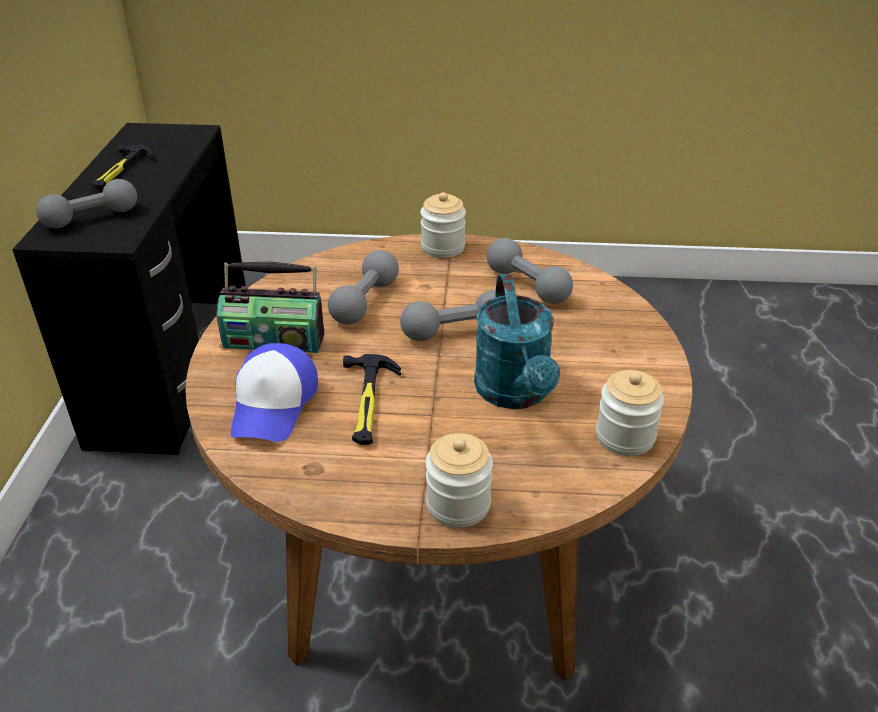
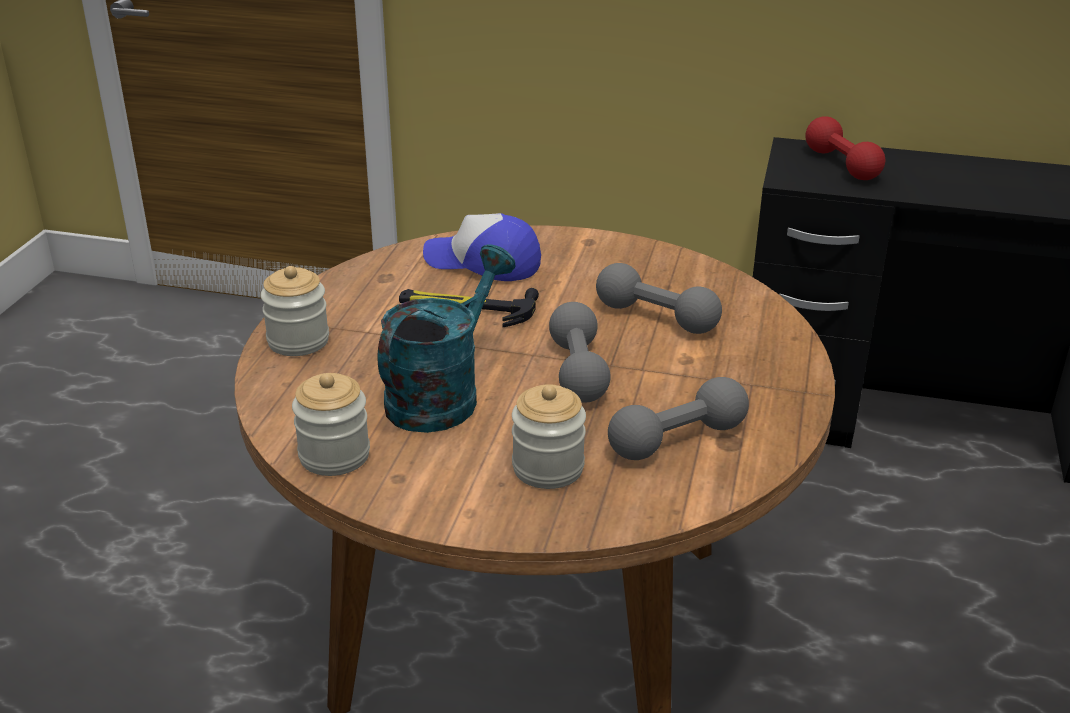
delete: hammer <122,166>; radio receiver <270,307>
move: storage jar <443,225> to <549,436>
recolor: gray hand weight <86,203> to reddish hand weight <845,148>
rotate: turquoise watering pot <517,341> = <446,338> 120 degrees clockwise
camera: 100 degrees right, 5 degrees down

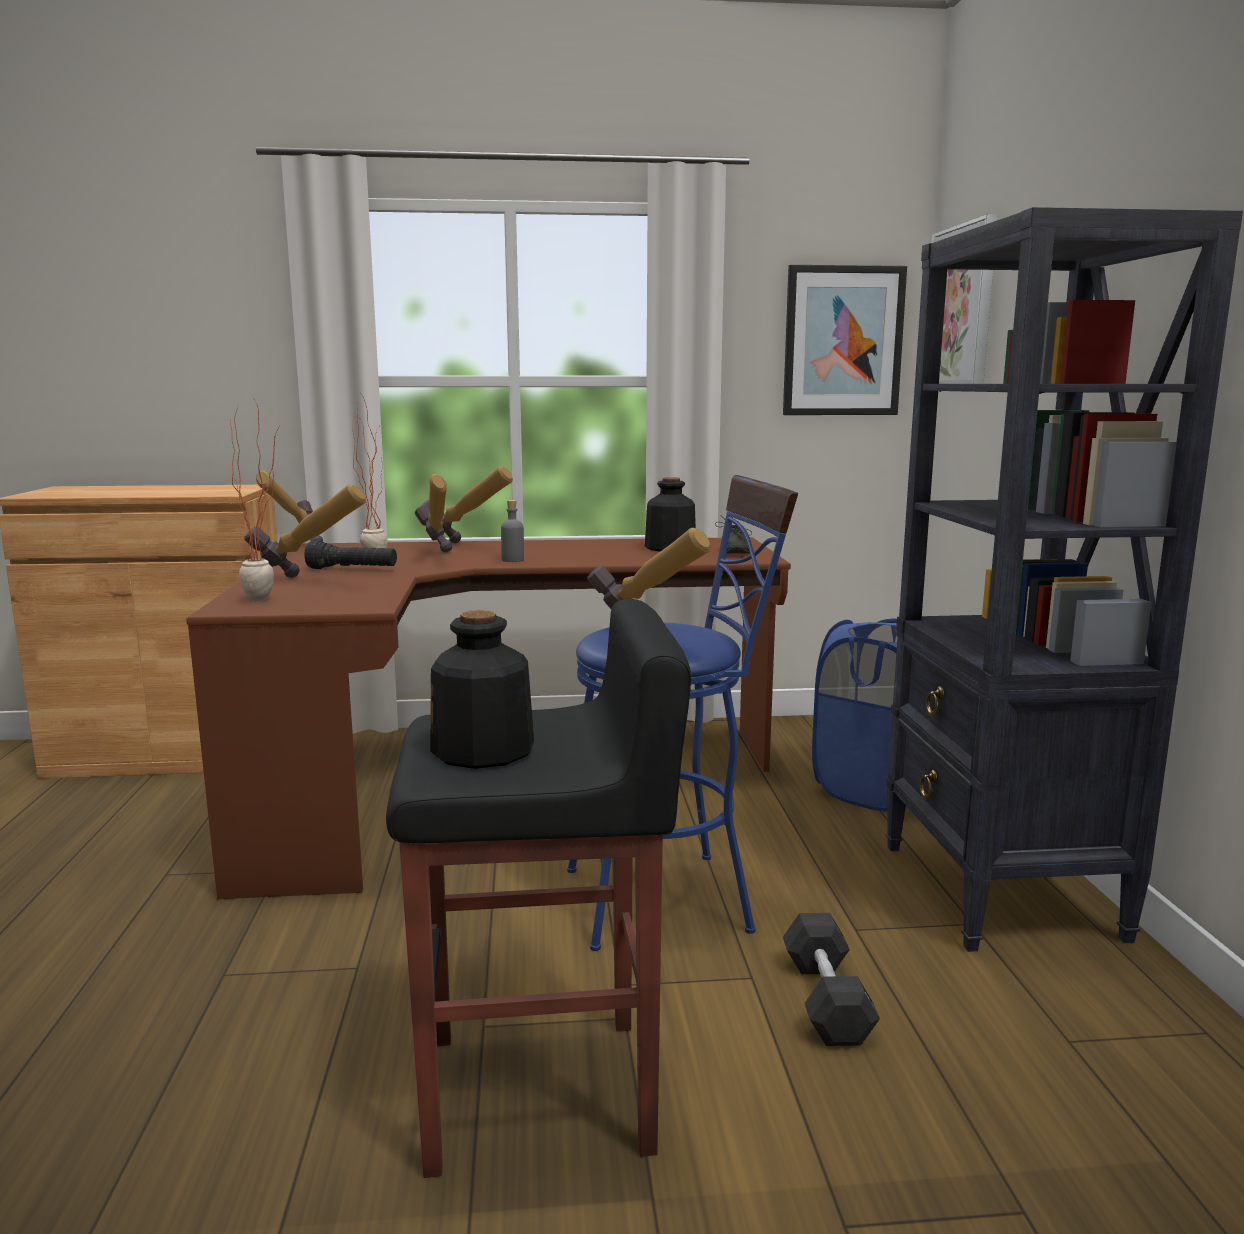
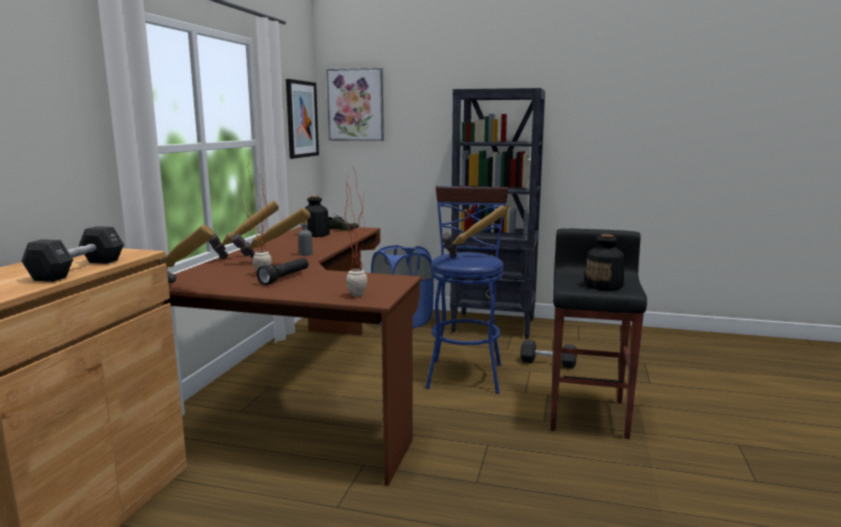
delete: hammer <305,531>
insert: blackish hand weight <72,254>
camera: 70 degrees left, 0 degrees up

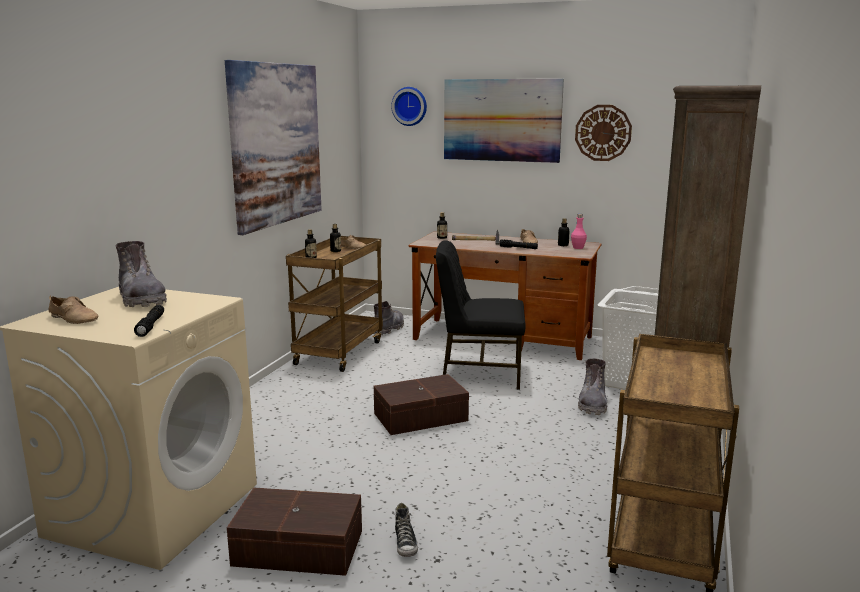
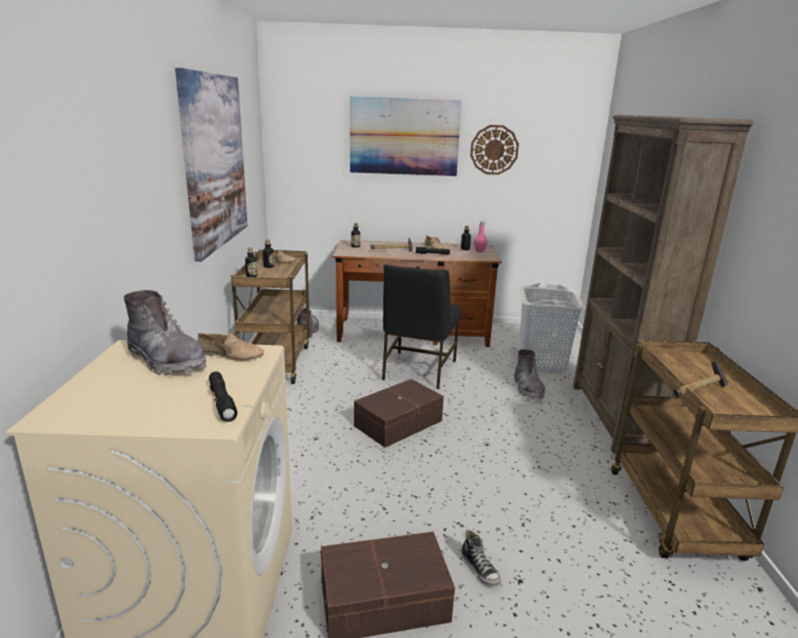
delete: wall clock <409,106>
insert: hammer <701,379>
move: sand-coloured item of footwear <73,309> to <231,346>
rotate: blackish chair <481,315> = <421,326> 60 degrees counterclockwise
camera: 20 degrees left, 5 degrees up

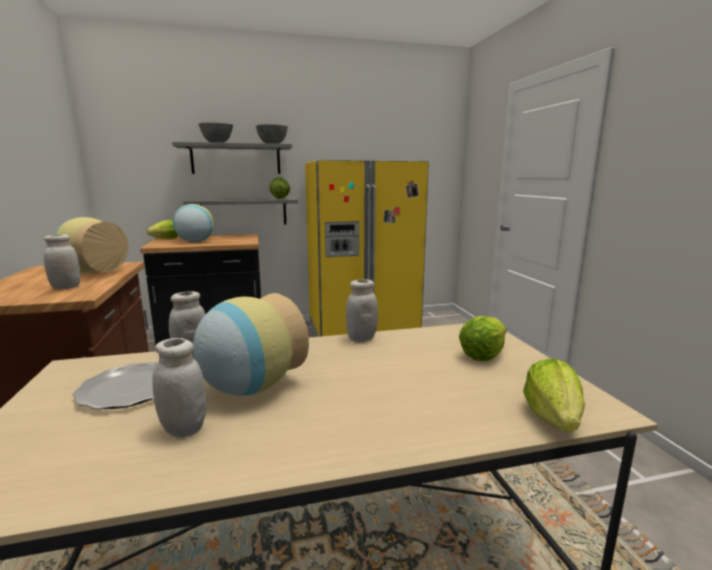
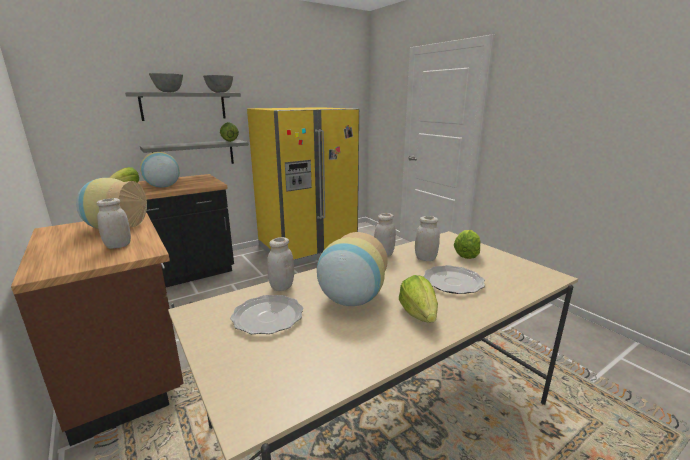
insert: plate <454,279>
move: white storage jar <179,387> to <427,238>; lettuce head <554,395> to <418,298>
camera: 20 degrees left, 5 degrees up

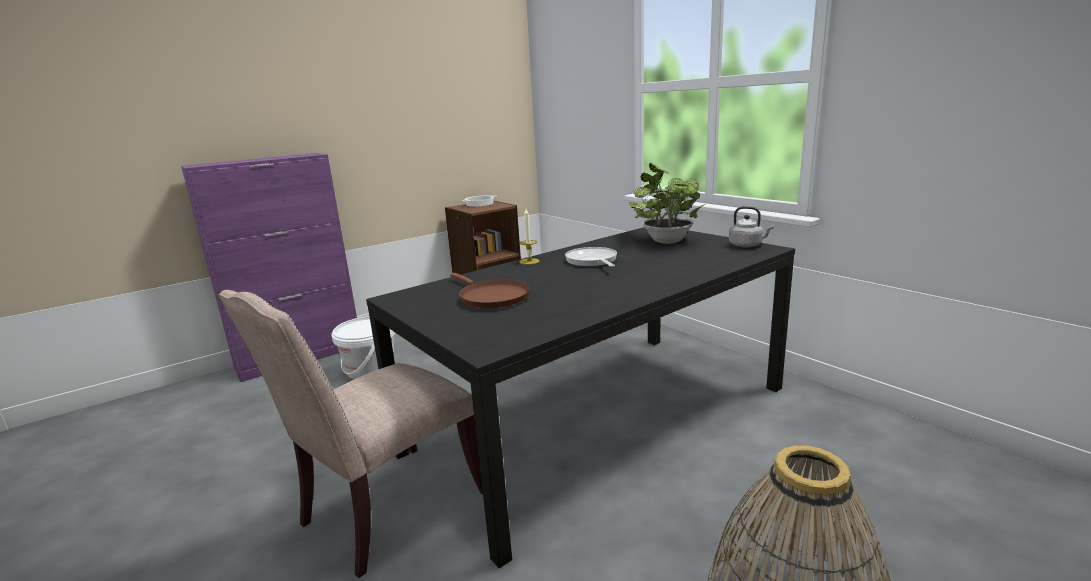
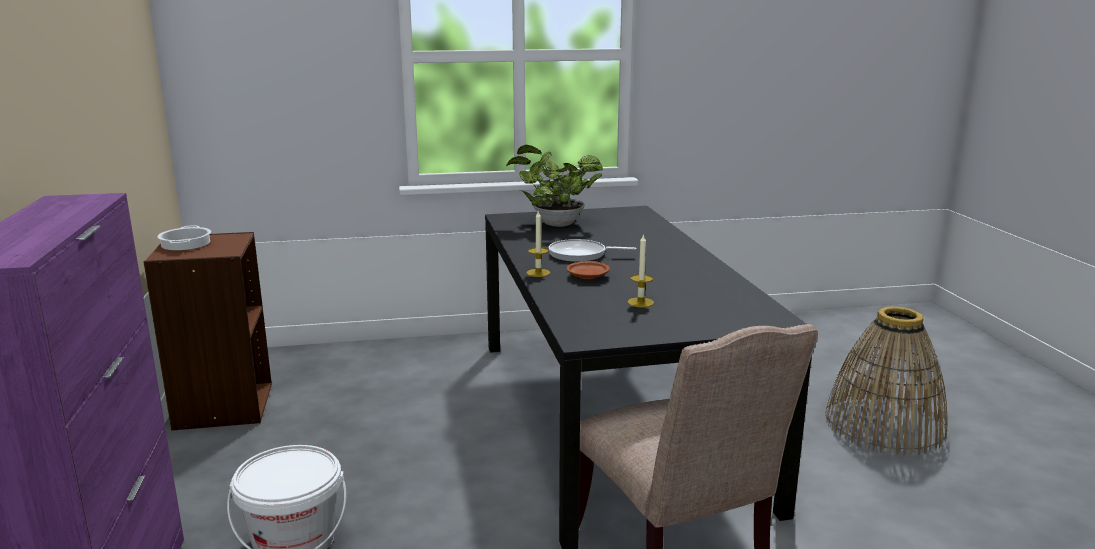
delete: gray tea kettle <751,226>
insert: brown plate <588,270>
replace: brown skillet <490,290> to wax light <641,270>
camera: 65 degrees left, 0 degrees up

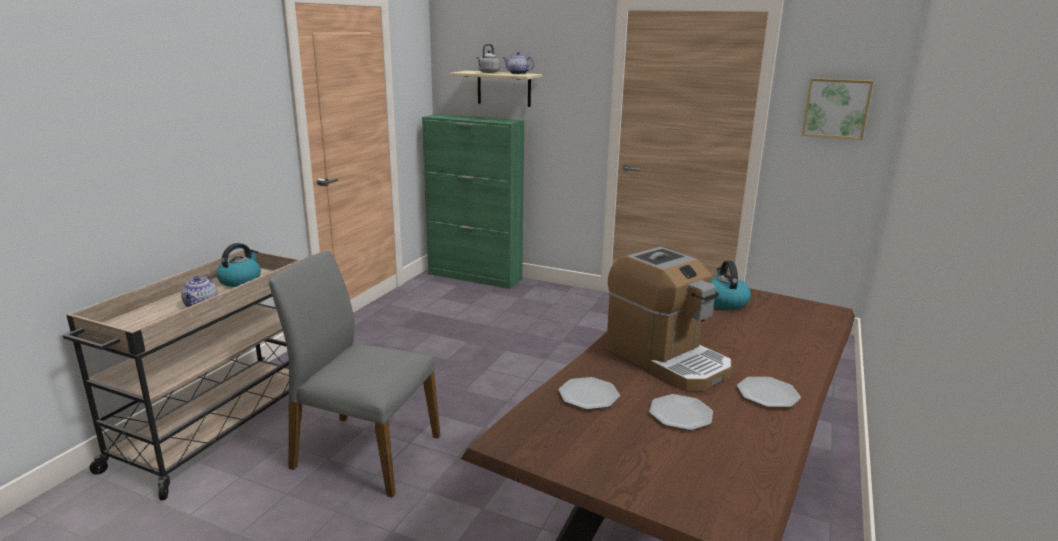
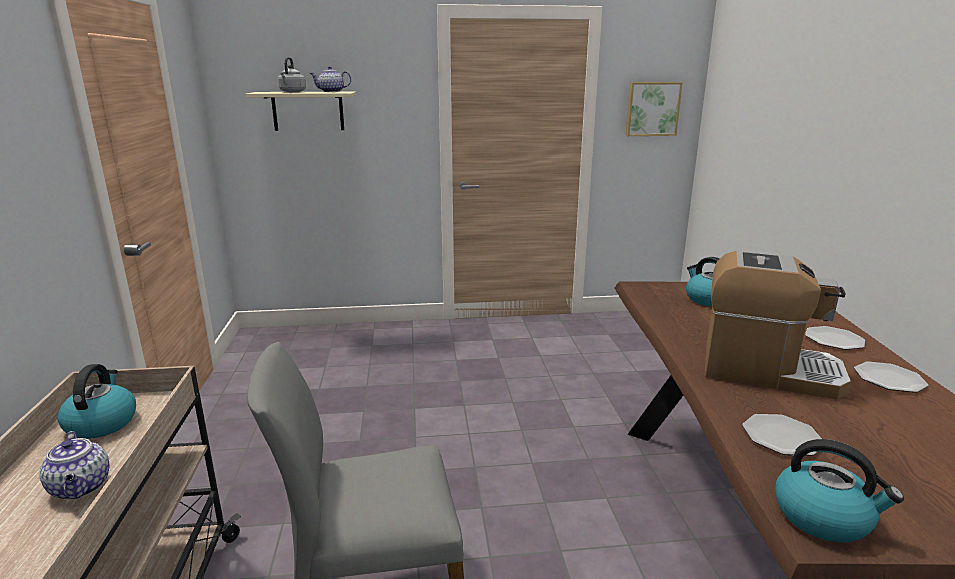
delete: green-coloured cupboard <473,201>
insert: tea kettle <839,491>
move: plate <681,412> to <835,338>
camera: 30 degrees left, 0 degrees up

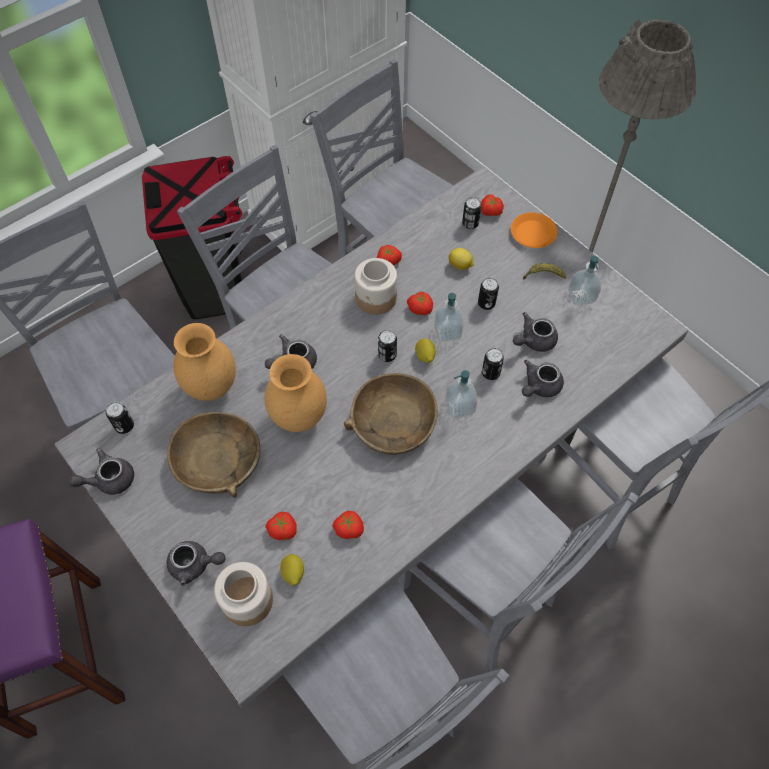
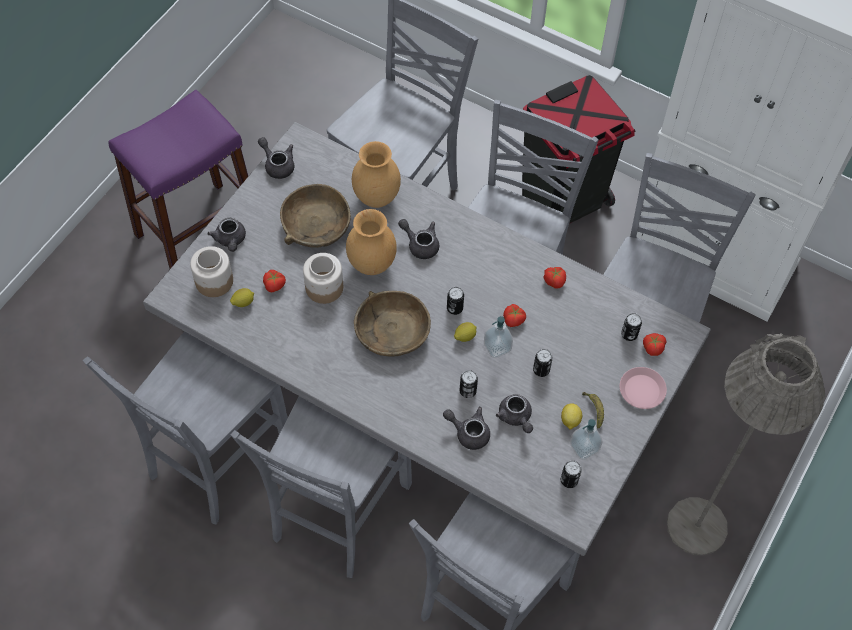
delete: tomato <348,525>; soap dispenser <461,394>
move: sealed can <120,418> to <571,474>; storage jar <375,286> to <323,278>; whole lemon <461,259> to <571,416>
recolor: orange plate <534,230> to pink-coloured plate <643,388>
rotate: gray pot for tea <535,332> = <514,413> 150 degrees counterclockwise
camera: 70 degrees right, 0 degrees up

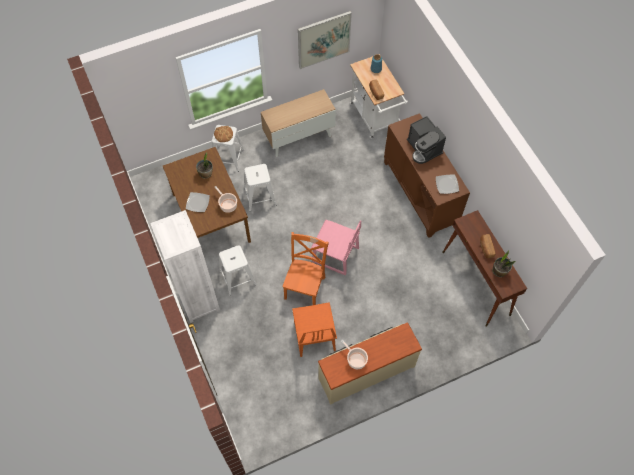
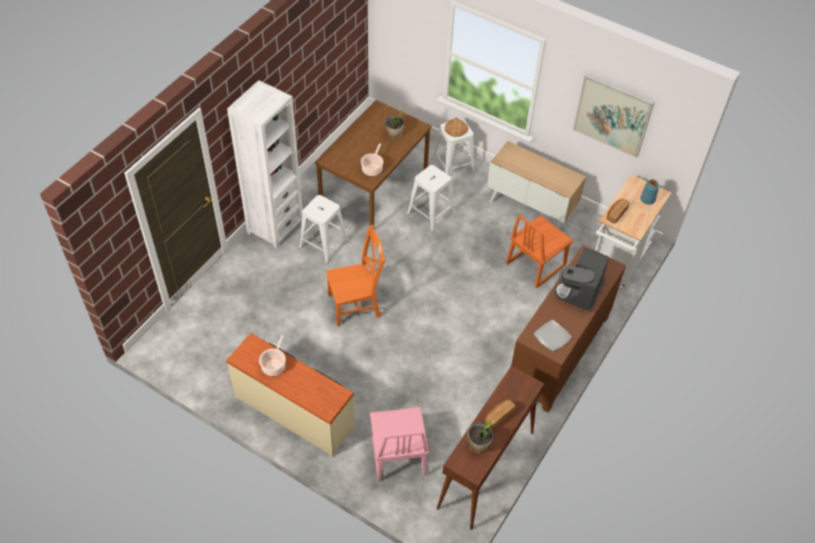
delete: plate <198,202>
move: orange chair <314,329> to <540,251>; pink-coloured chair <336,247> to <399,444>
camera: 55 degrees right, 10 degrees down

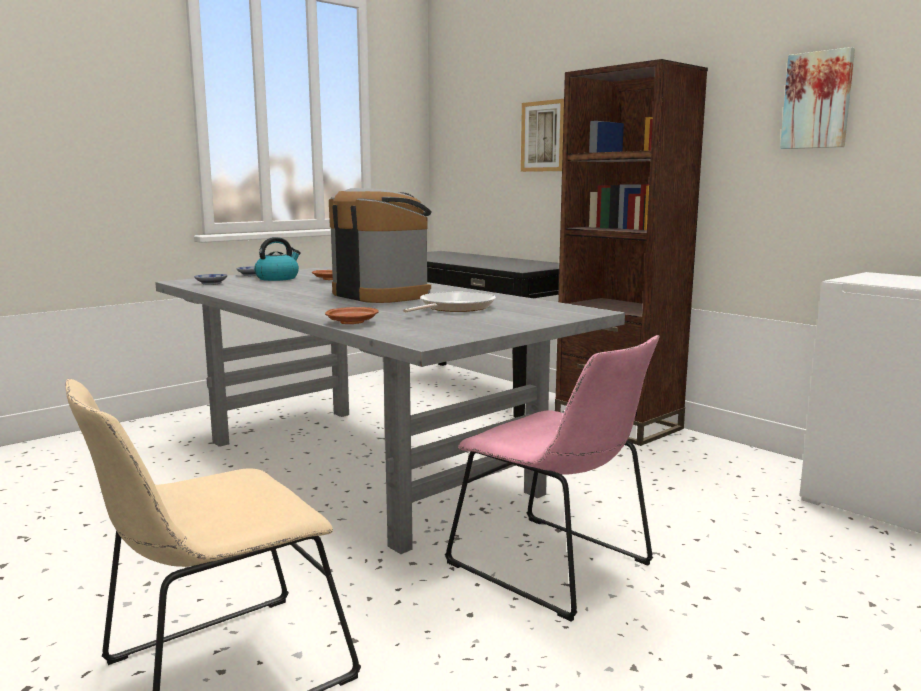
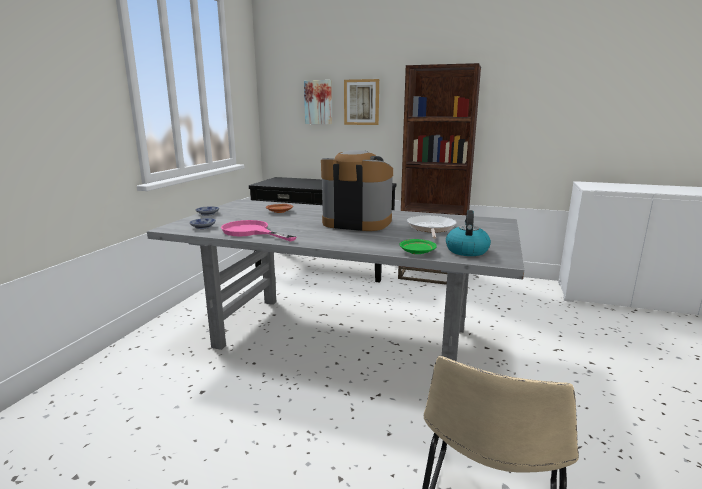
delete: pink-coloured chair <552,478>
insert: pink-coloured skillet <258,230>
move: tea kettle <277,259> to <468,233>; wall art <817,98> to <318,102>
recolor: brown plate <352,315> to green-coloured plate <418,246>
camera: 30 degrees left, 5 degrees up

